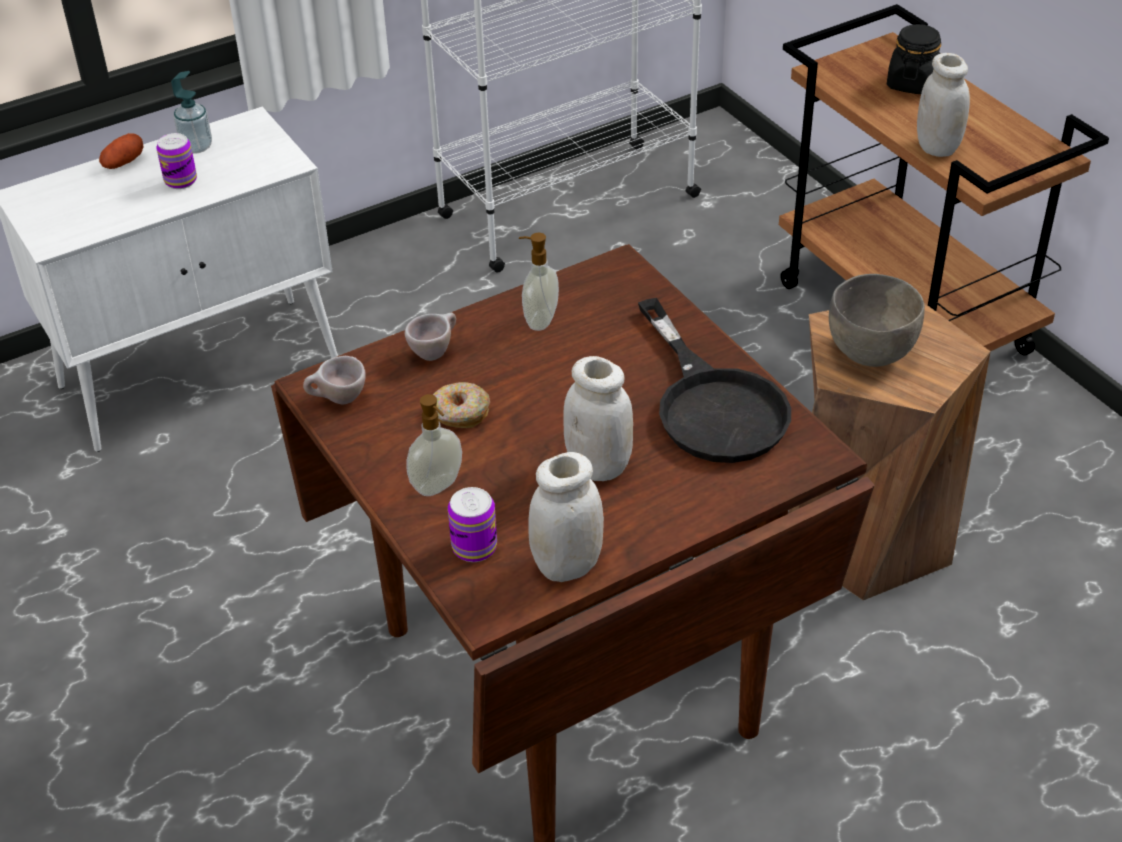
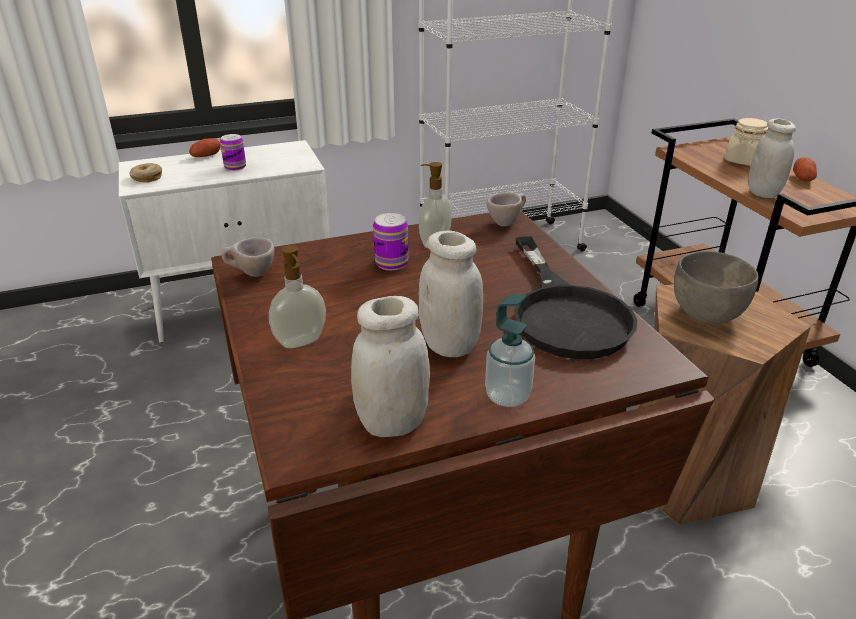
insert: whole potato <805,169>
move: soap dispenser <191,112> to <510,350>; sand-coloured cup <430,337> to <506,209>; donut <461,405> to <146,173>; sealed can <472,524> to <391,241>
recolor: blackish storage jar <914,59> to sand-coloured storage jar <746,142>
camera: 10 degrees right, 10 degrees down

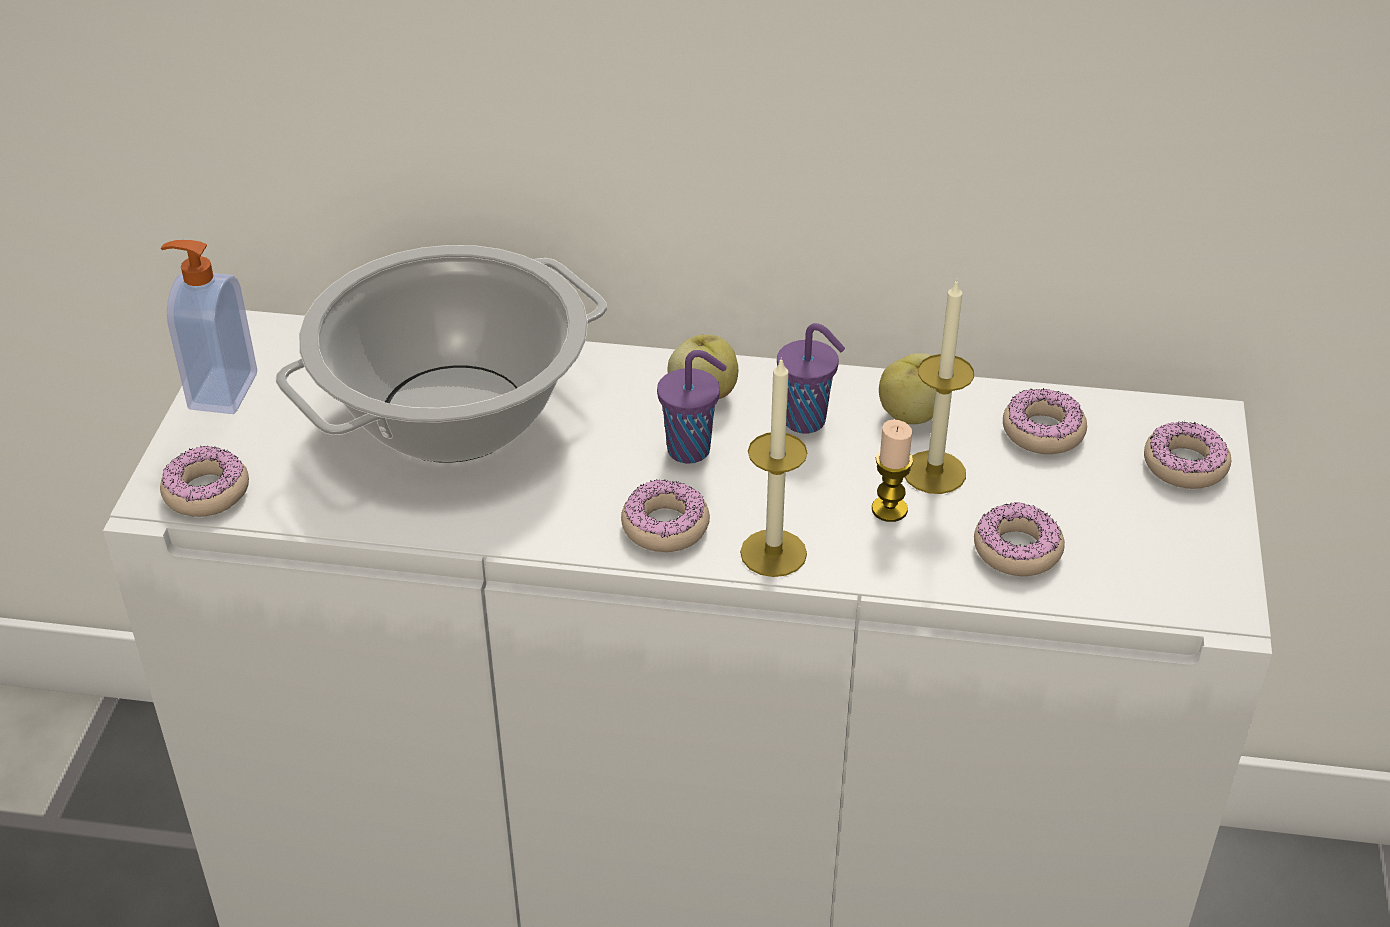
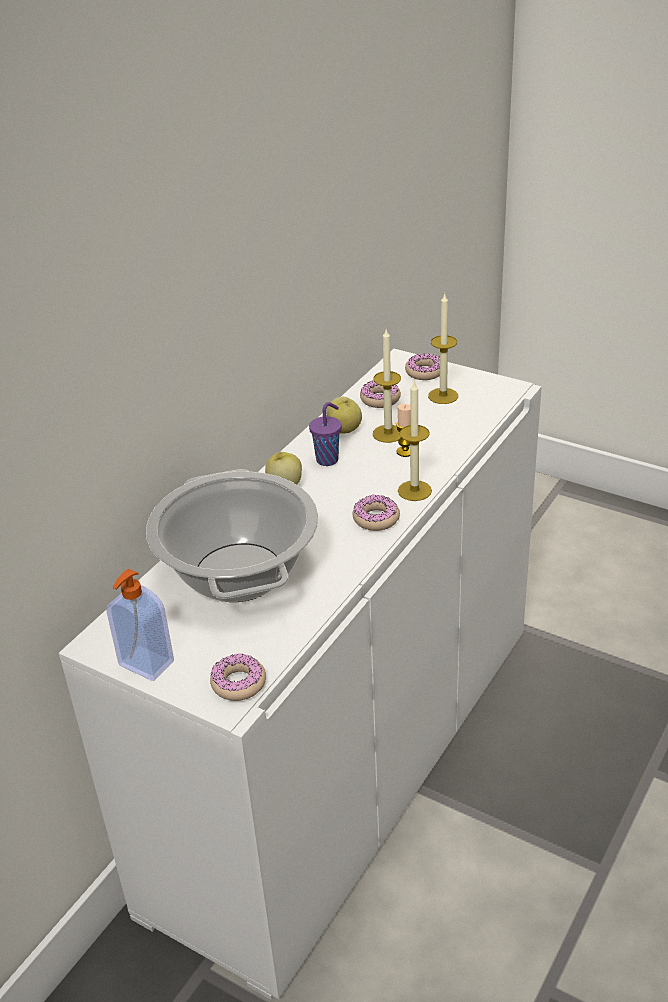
delete: purplish cup <692,407>; donut <1019,539>
insert: wax light <443,348>
camera: 65 degrees left, 5 degrees down

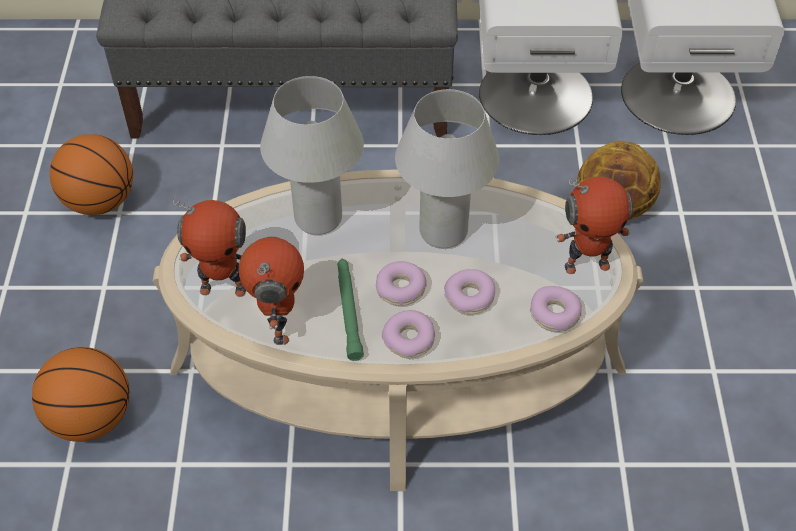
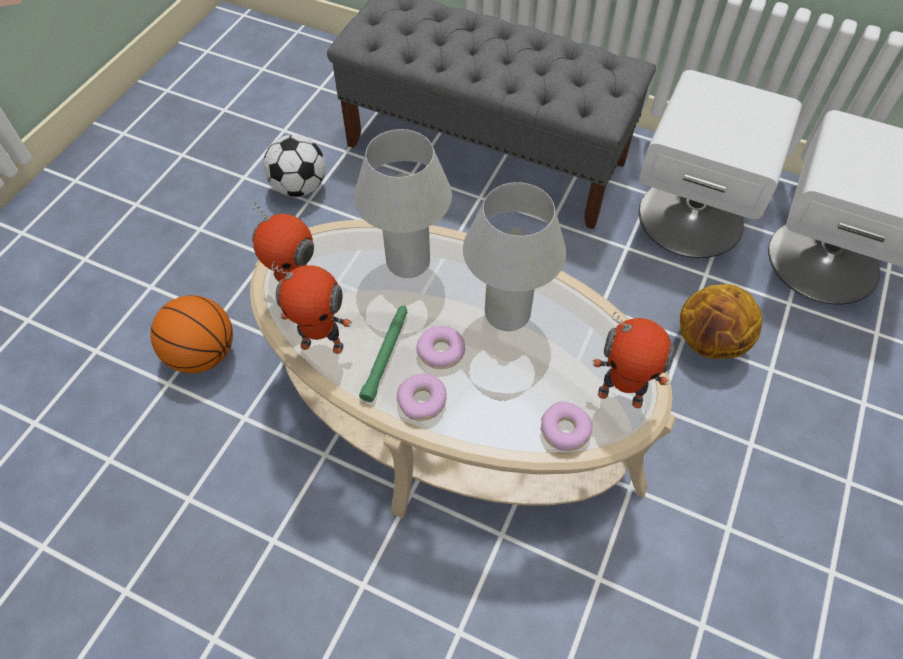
delete: donut <469,291>
replace: basketball ball <91,174> to football ball <294,166>
rotate: model robot <271,291> = <312,308> 75 degrees clockwise
camera: 25 degrees right, 5 degrees up

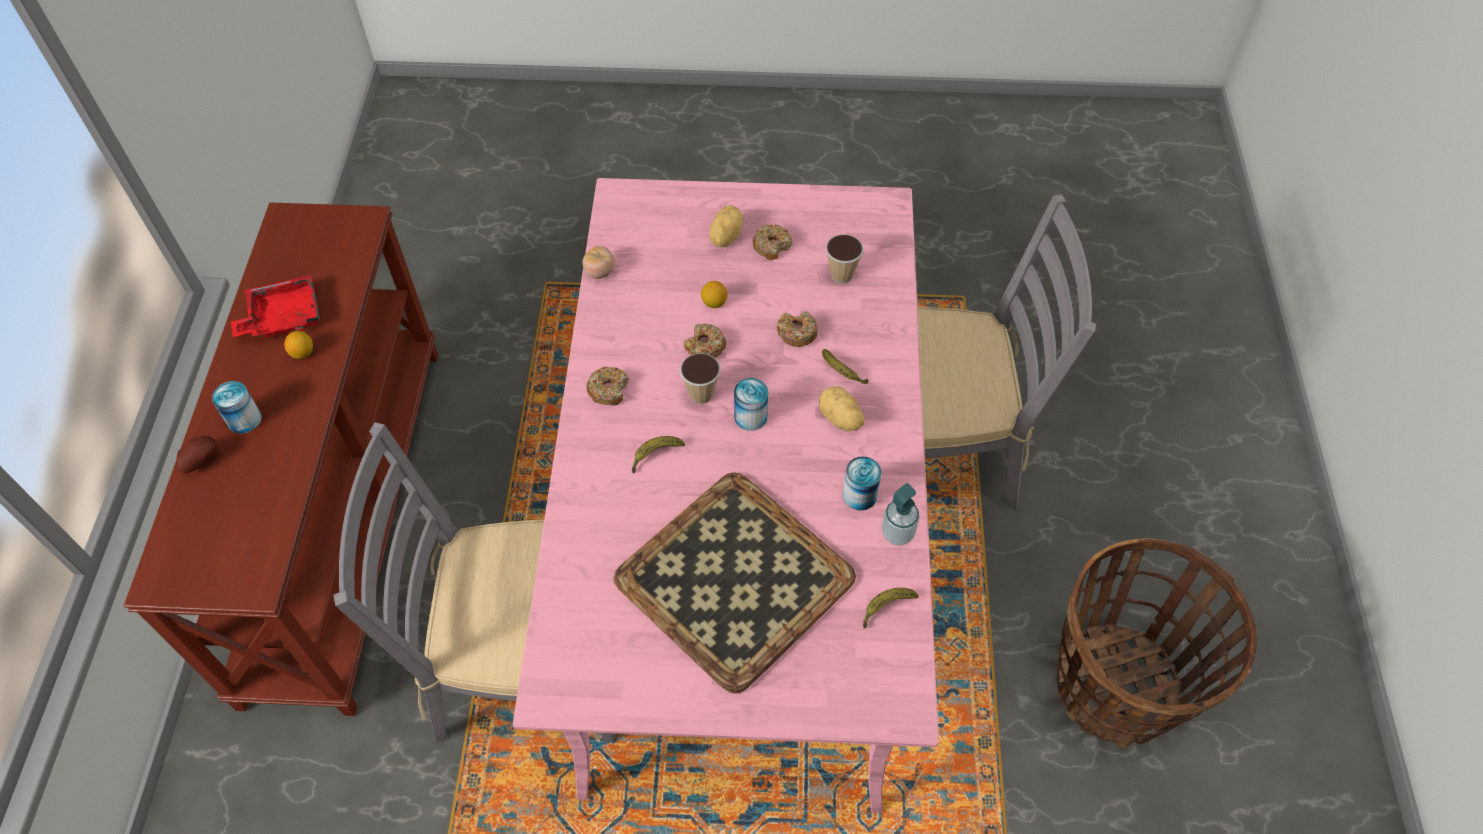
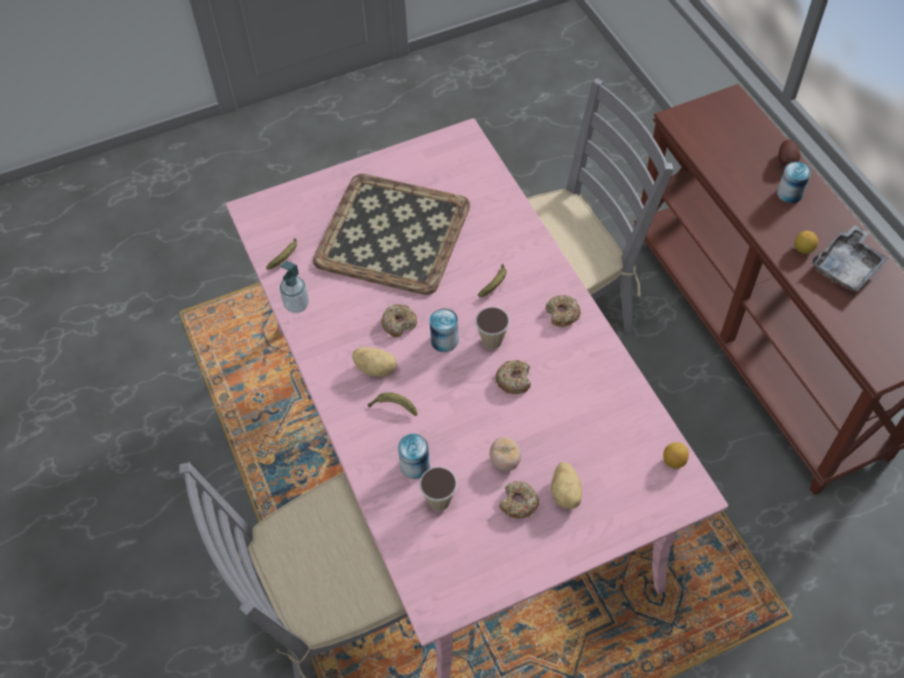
delete: basket <1156,643>
move: tomato <598,262> to <505,454>; whole lemon <714,294> to <676,455>; donut <797,329> to <399,320>; sealed can <862,484> to <414,456>
recolor: reddish carrying tray <275,307> to gray carrying tray <850,258>
camera: 155 degrees right, 0 degrees up

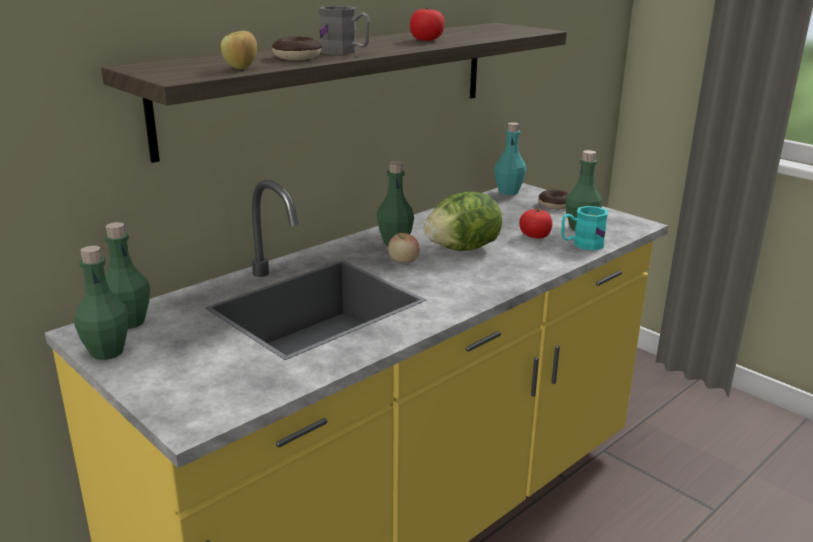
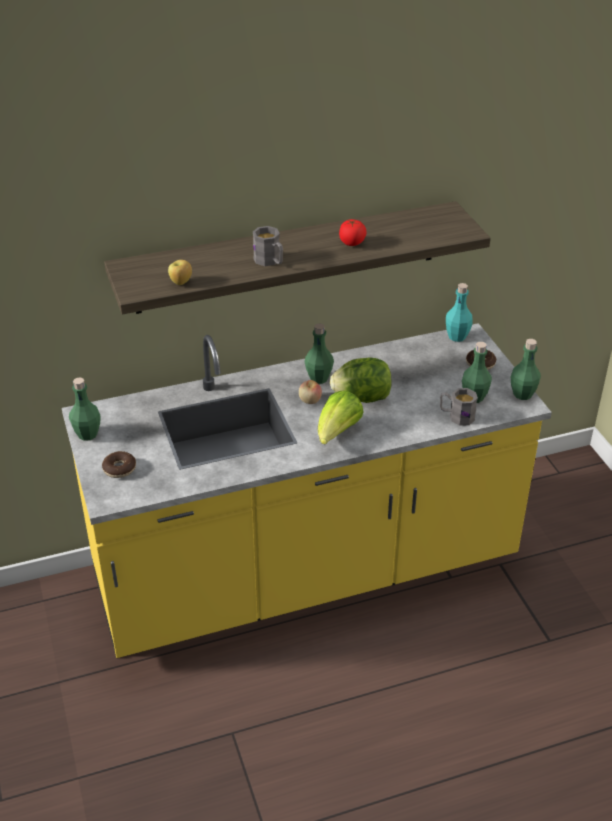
delete: tomato <535,223>
insert: lettuce head <340,417>
move: green-coloured beverage bottle <127,275> to <526,369>; donut <297,49> to <119,464>
recolor: turquoise tea mug <584,228> to gray tea mug <459,407>
camera: 25 degrees right, 15 degrees up

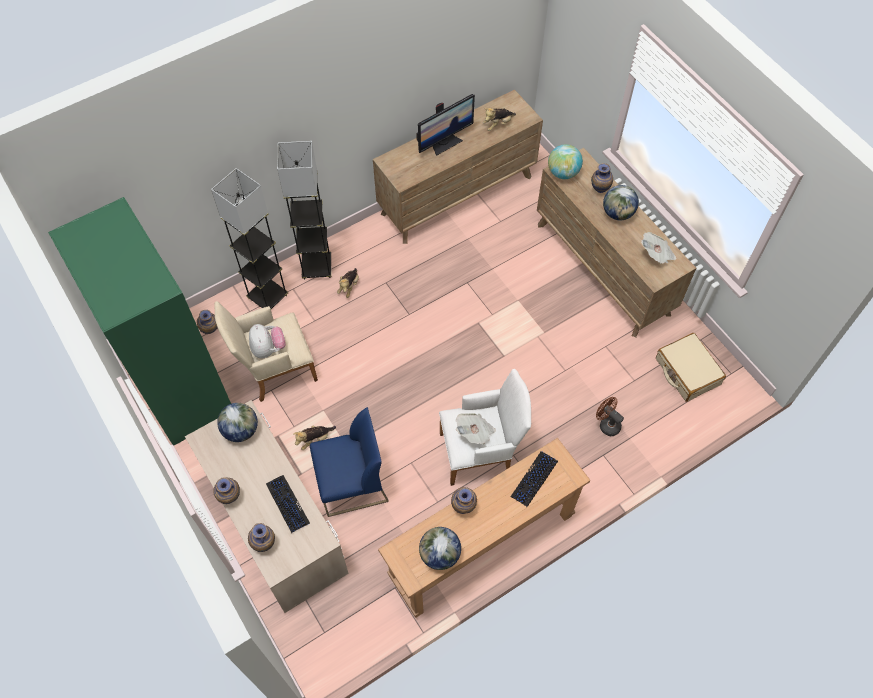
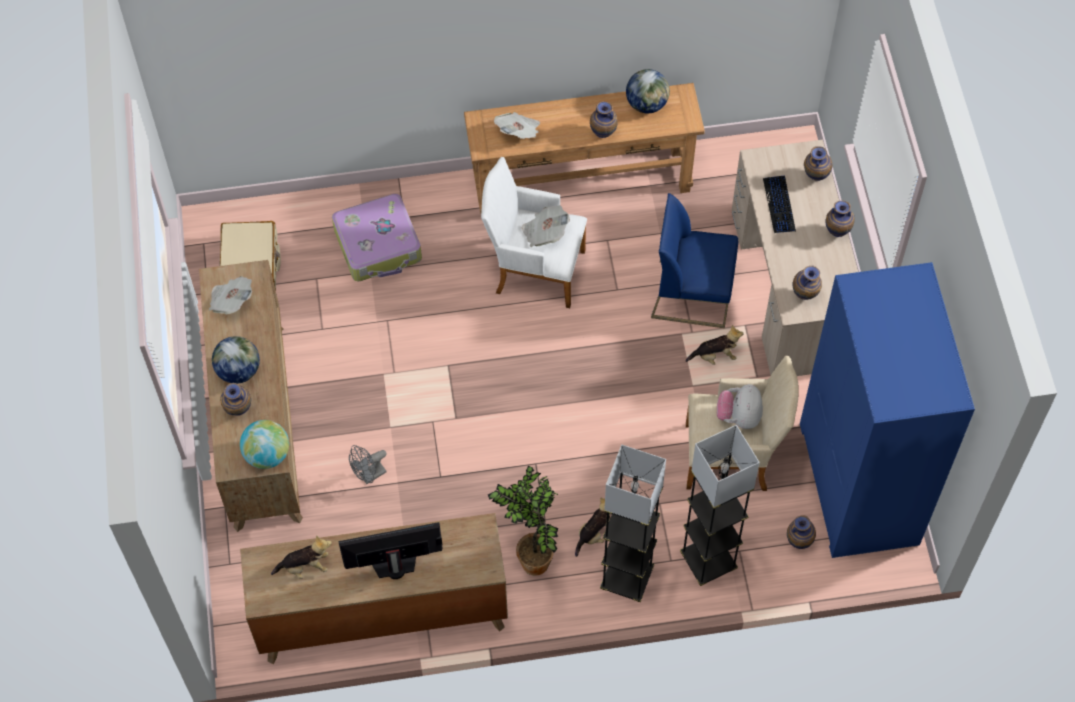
insert: gray fan <368,464>; houseplant <523,521>
replace: desk globe <237,422> to flower vase <807,283>; PC keyboard <534,479> to newspaper <517,125>; brown fan <610,416> to travel case <377,237>
recolor: green-coloured wardrobe <139,321> to blue-coloured wardrobe <887,410>
camera: 155 degrees left, 0 degrees up

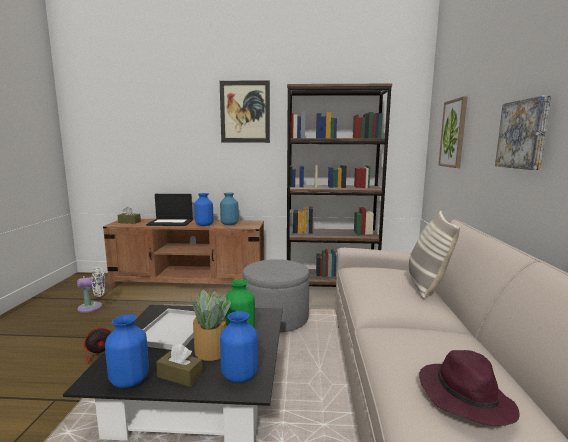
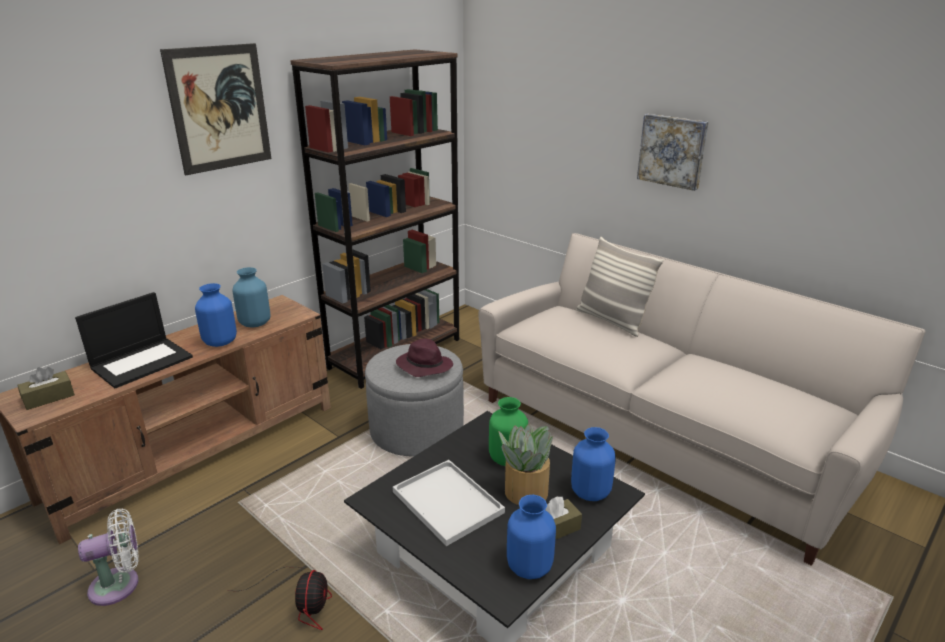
delete: wall art <452,132>
move: purplish hat <469,388> to <424,358>
rotate: white fan <91,290> = <108,557> 45 degrees clockwise
camera: 50 degrees left, 15 degrees up

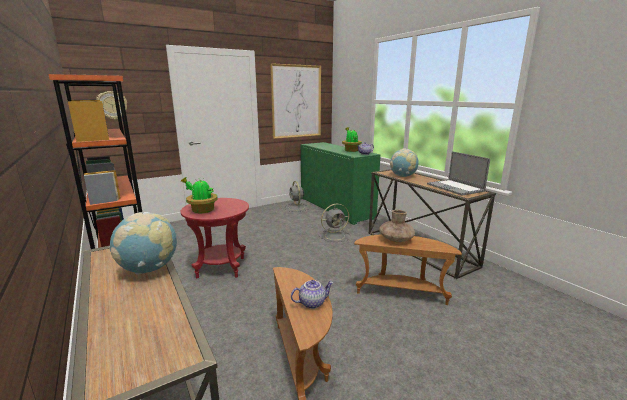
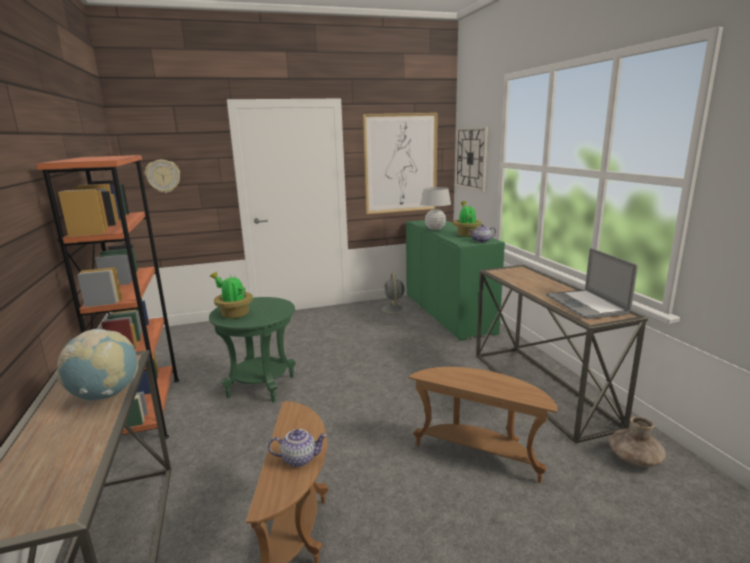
delete: gray fan <334,223>; desk globe <404,162>
insert: white table lamp <436,208>; wall clock <471,159>
move: brown flower vase <397,225> to <637,441>
recolor: reddish end table <214,238> to green-coloured end table <252,349>
camera: 15 degrees right, 0 degrees up

